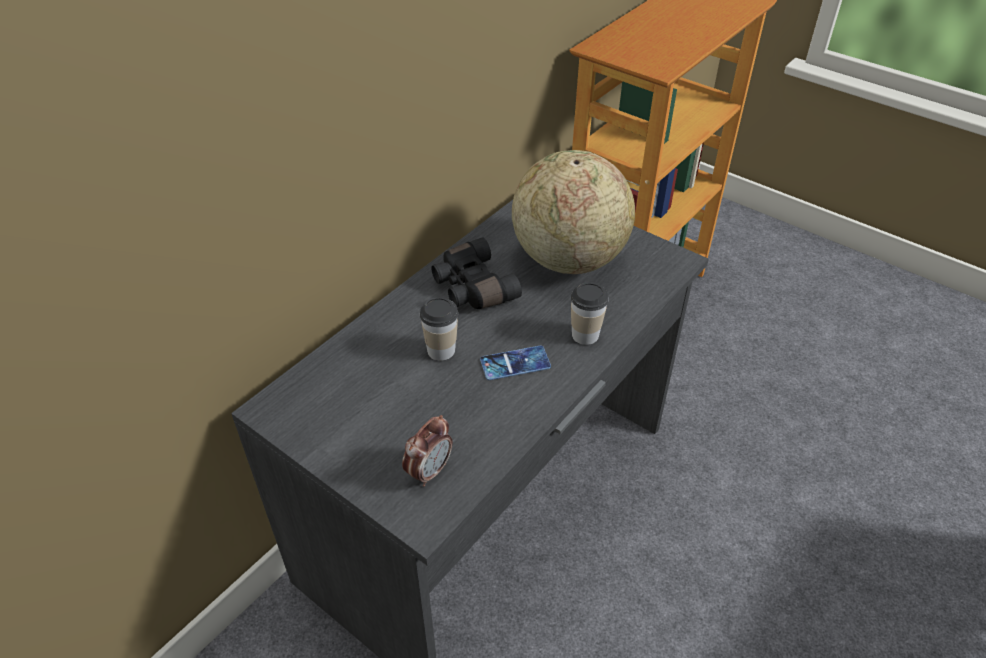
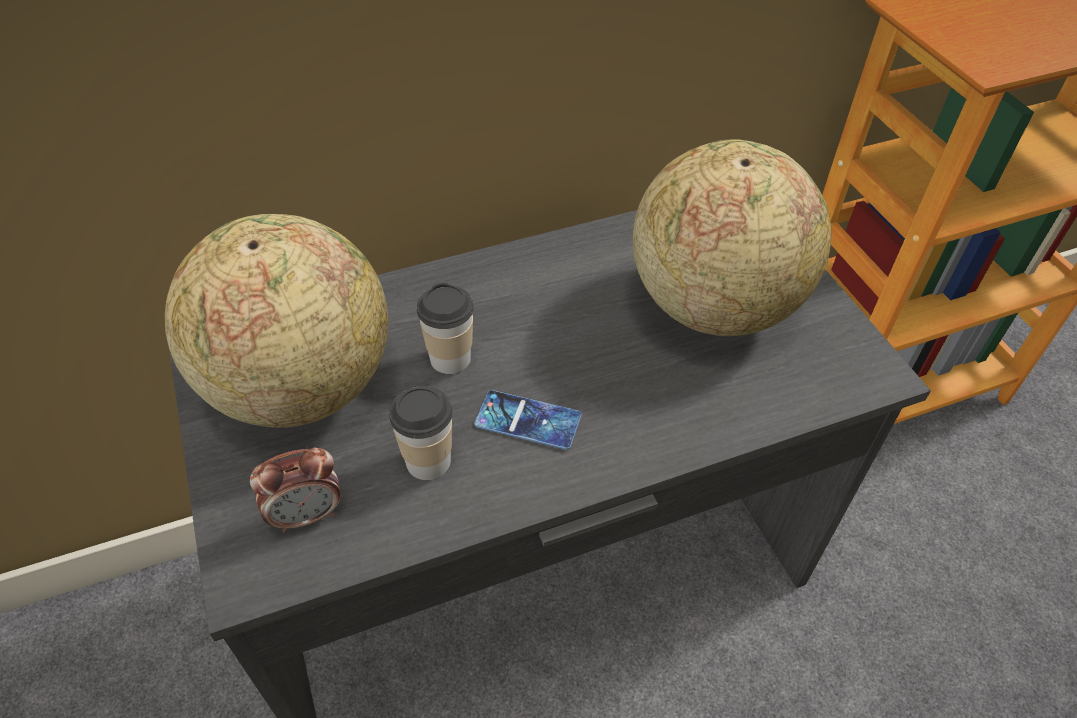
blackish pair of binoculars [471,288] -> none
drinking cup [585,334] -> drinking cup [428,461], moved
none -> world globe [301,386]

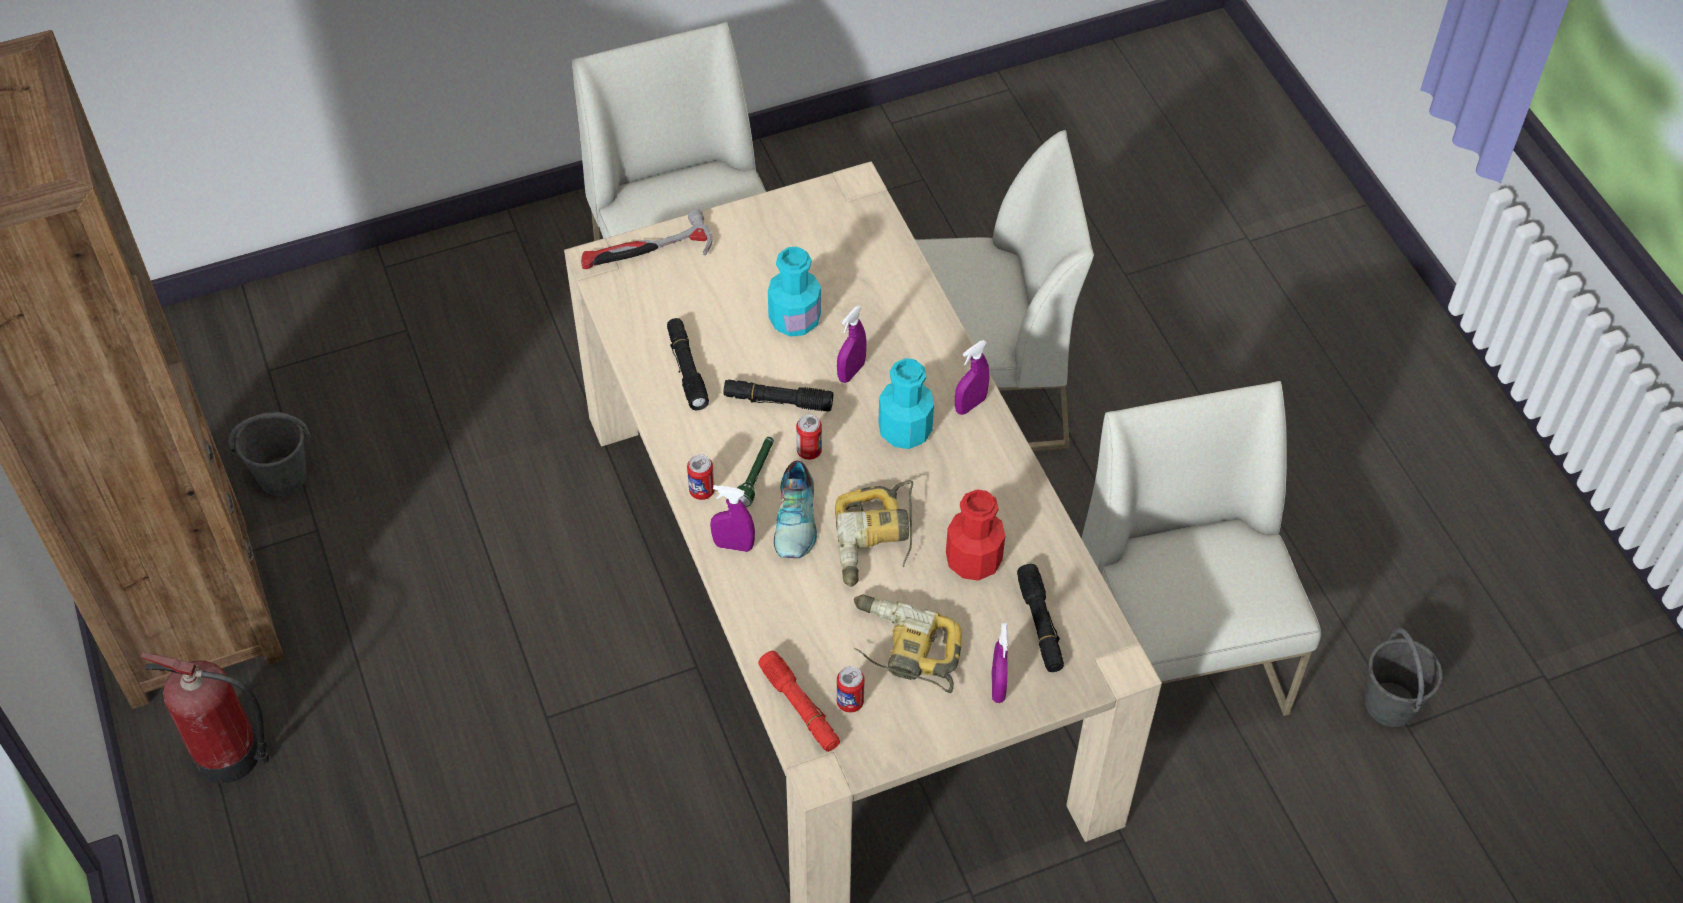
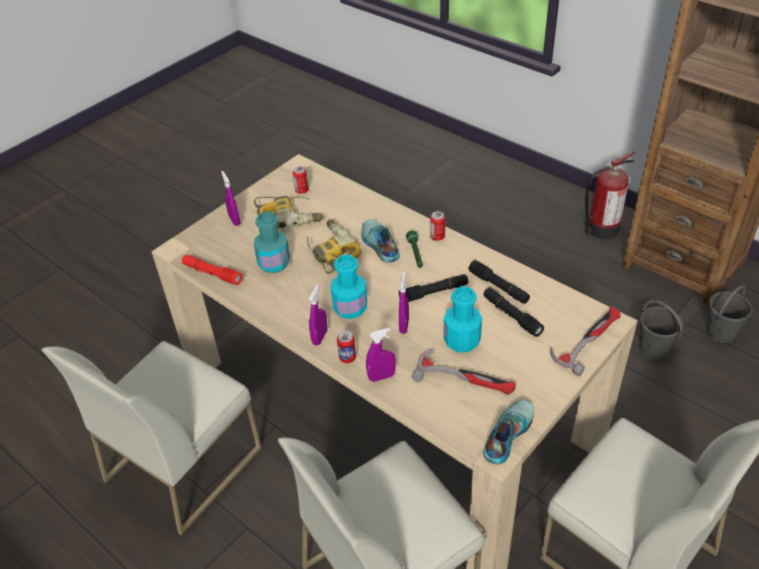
purple hand sprayer [733,545] -> purple hand sprayer [381,377], moved
red hand torch [799,707] -> red hand torch [212,273], moved
sealed can [809,451] -> sealed can [347,358], moved
red drink bottle [973,560] -> turquoise-coloured drink bottle [274,263]
blackish hand torch [1040,624] -> blackish hand torch [511,316], moved
white chair [1180,653] -> white chair [183,462], 75 degrees clockwise
gray bucket [1390,705] -> gray bucket [653,347], moved
none -> hammer [465,377]
none -> shoe [506,434]

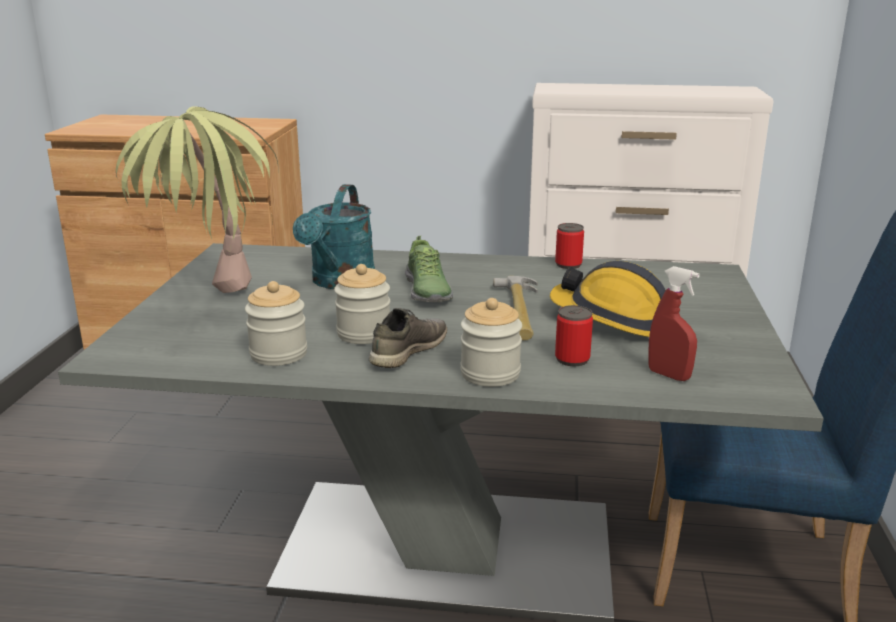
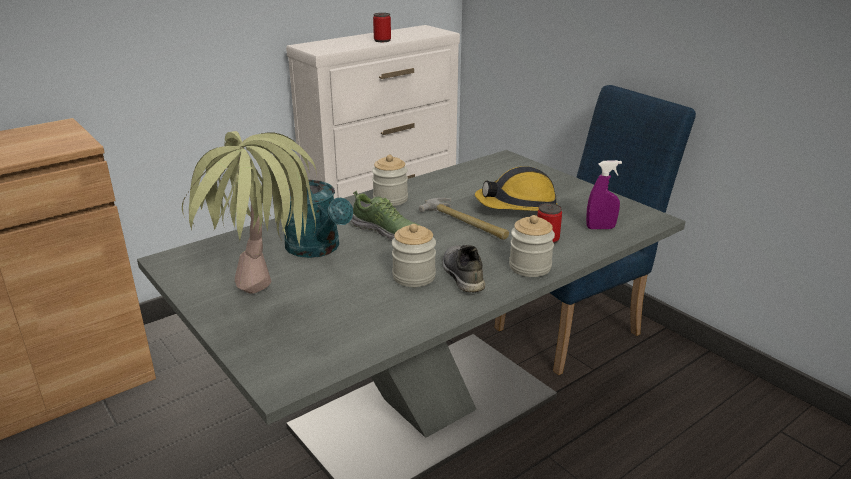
storage jar [278,354] -> storage jar [390,199], moved
sealed can [568,265] -> sealed can [382,40], moved
red hand sprayer [669,375] -> purple hand sprayer [600,228]

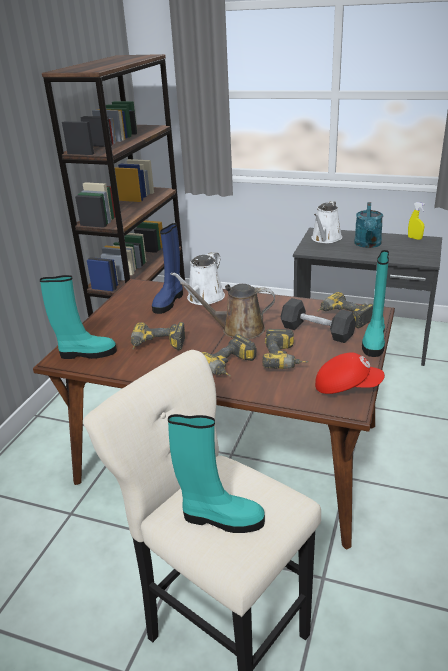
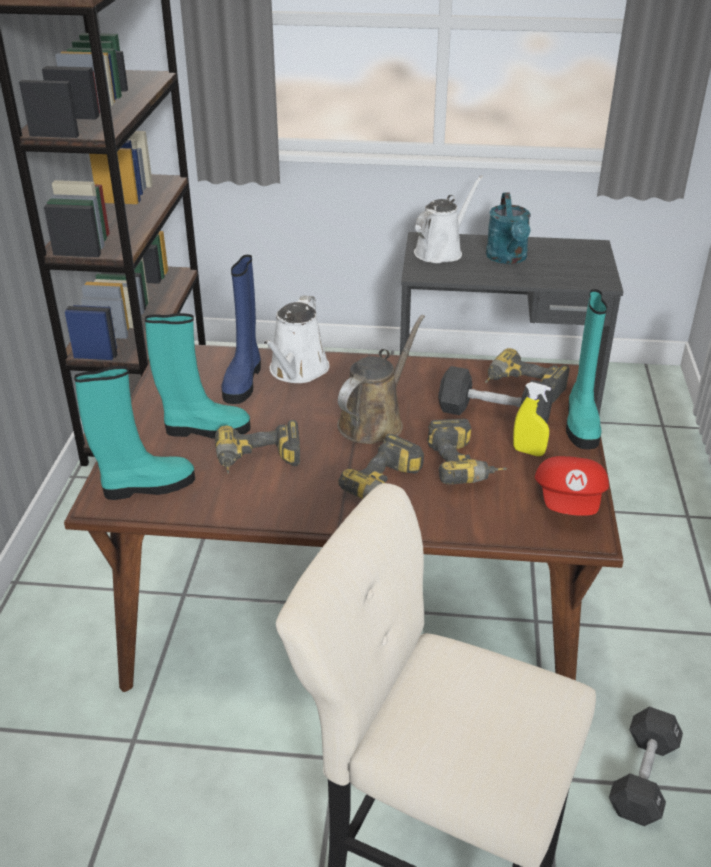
turquoise-coloured tall boot [220,518] -> turquoise-coloured tall boot [205,429], moved
brownish watering pot [238,329] -> brownish watering pot [374,421], 135 degrees clockwise
white watering pot [325,239] -> white watering pot [441,251], 150 degrees counterclockwise
red baseball cap [346,386] -> red baseball cap [570,501], 105 degrees clockwise
yellow-coloured hand sprayer [414,238] -> yellow-coloured hand sprayer [528,452], moved
none -> blackish dumbbell [643,777]

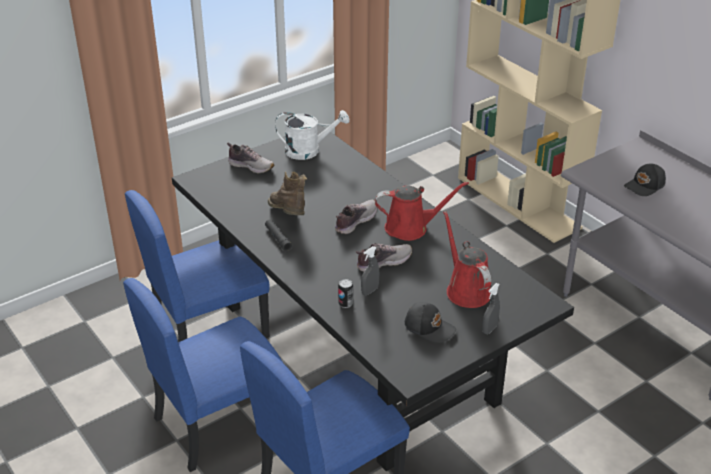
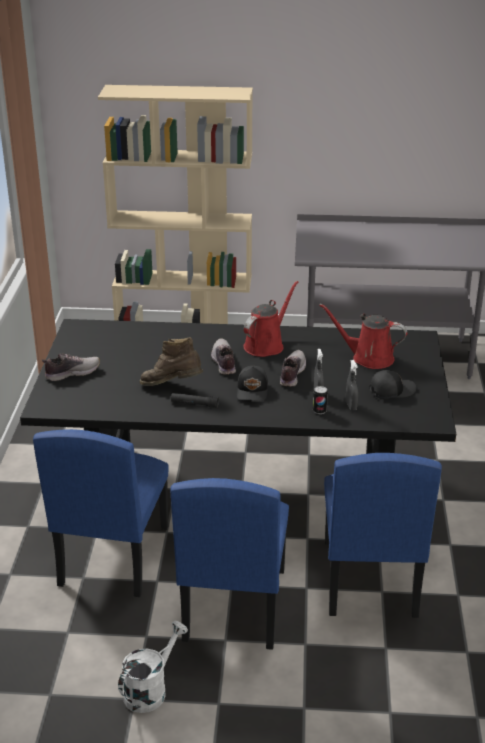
white watering pot [309,151] -> white watering pot [150,689], moved
gray hand sprayer [489,329] -> gray hand sprayer [351,406], moved
blackish baseball cap [645,186] -> blackish baseball cap [253,391], moved

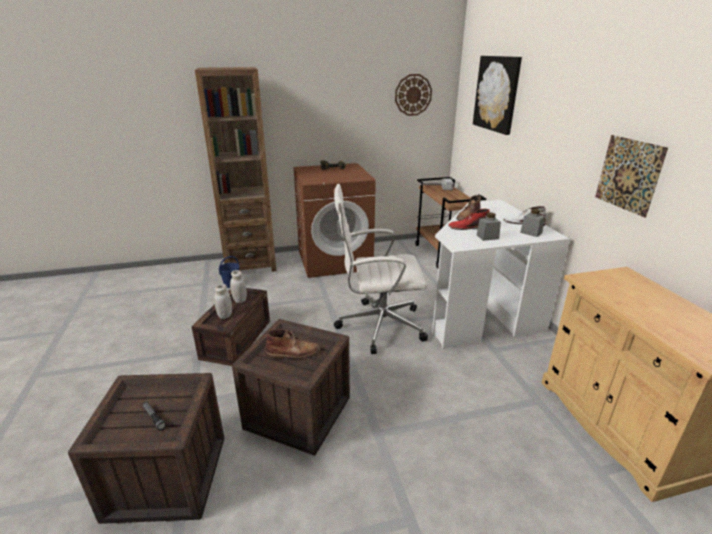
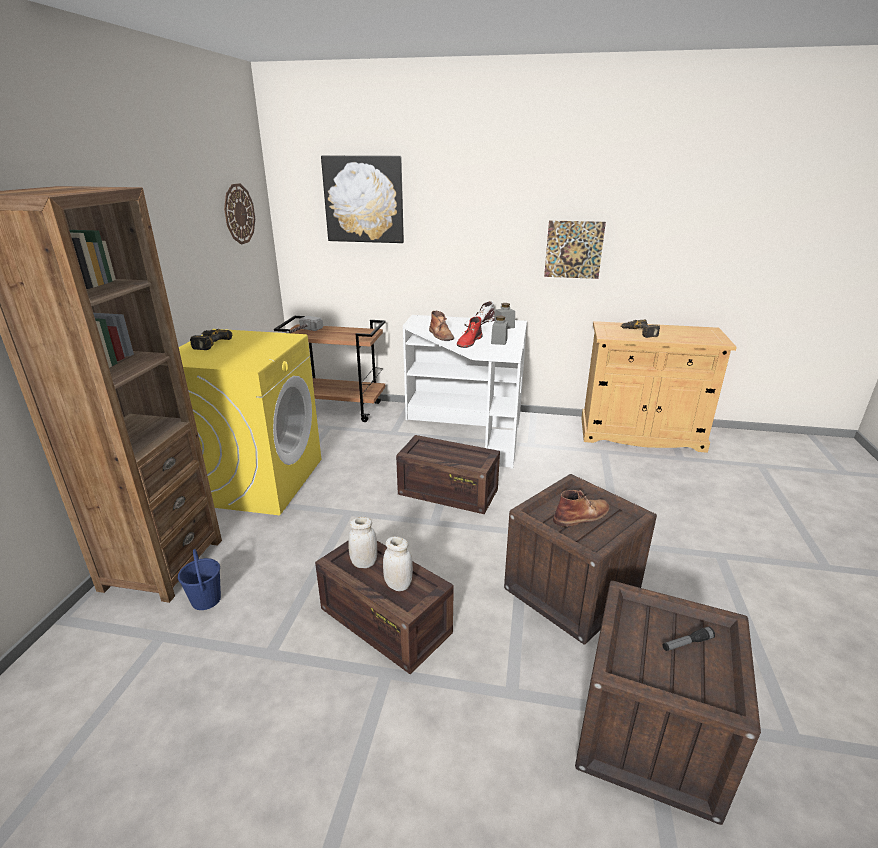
brownish tall boot [293,352] -> brownish tall boot [582,516], 45 degrees clockwise
brownish washing machine [335,260] -> yellow-coloured washing machine [258,480]
white office chair [378,325] -> shipping crate [446,492]
none -> drill [638,332]

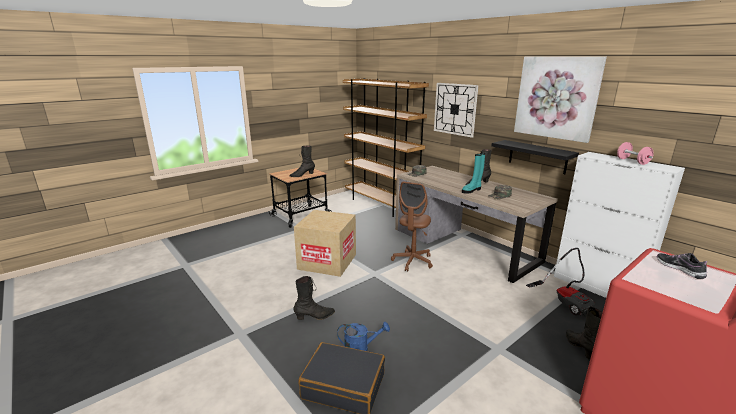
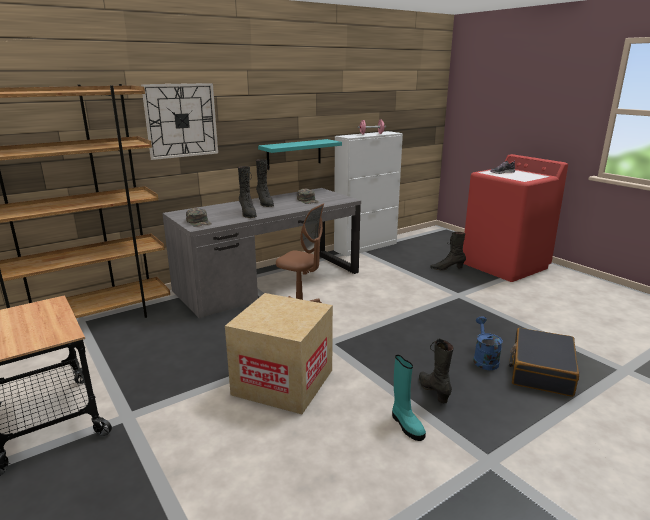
blackish tall boot [302,175] -> blackish tall boot [248,214], moved
brownish desk table [463,245] -> gray desk table [269,282]
turquoise-coloured tall boot [471,190] -> turquoise-coloured tall boot [406,425], moved
blackish bracket shelf [537,156] -> turquoise-coloured bracket shelf [294,154]
picture [556,98] -> none
hoover [565,301] -> none

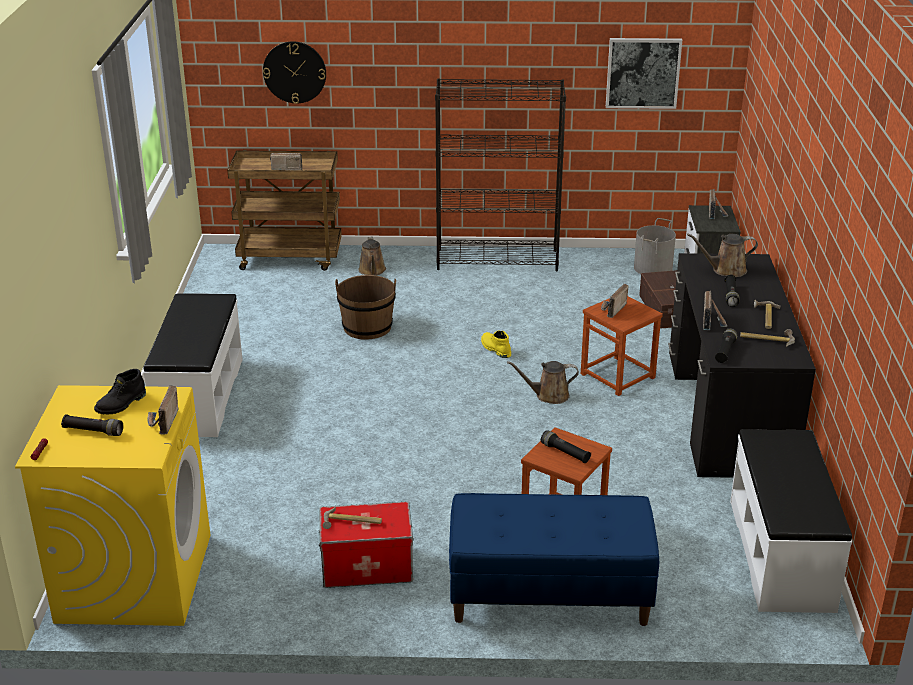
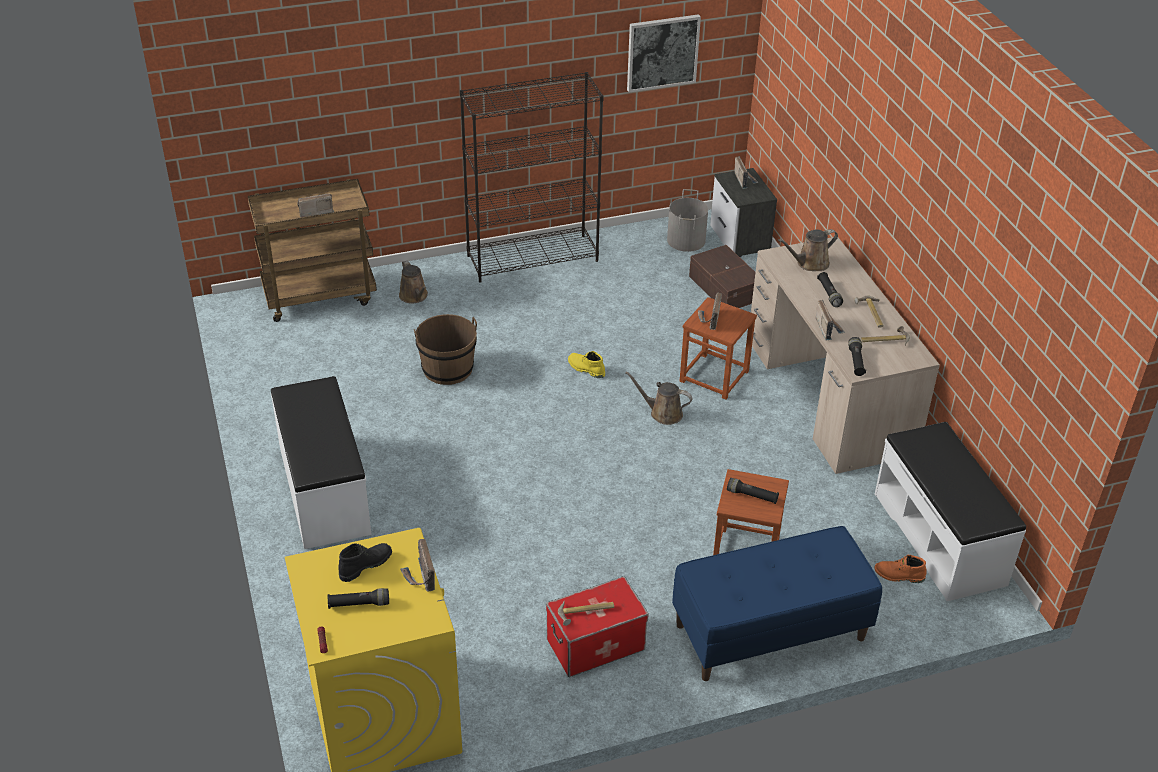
blackish tall boot [121,404] -> blackish tall boot [365,565], 150 degrees counterclockwise
clock on the wall [294,72] -> none
brownish watering pot [548,395] -> brownish watering pot [663,413], 45 degrees clockwise
blackish desk table [727,411] -> beige-coloured desk table [828,395]
none -> orange-coloured tall boot [899,576]

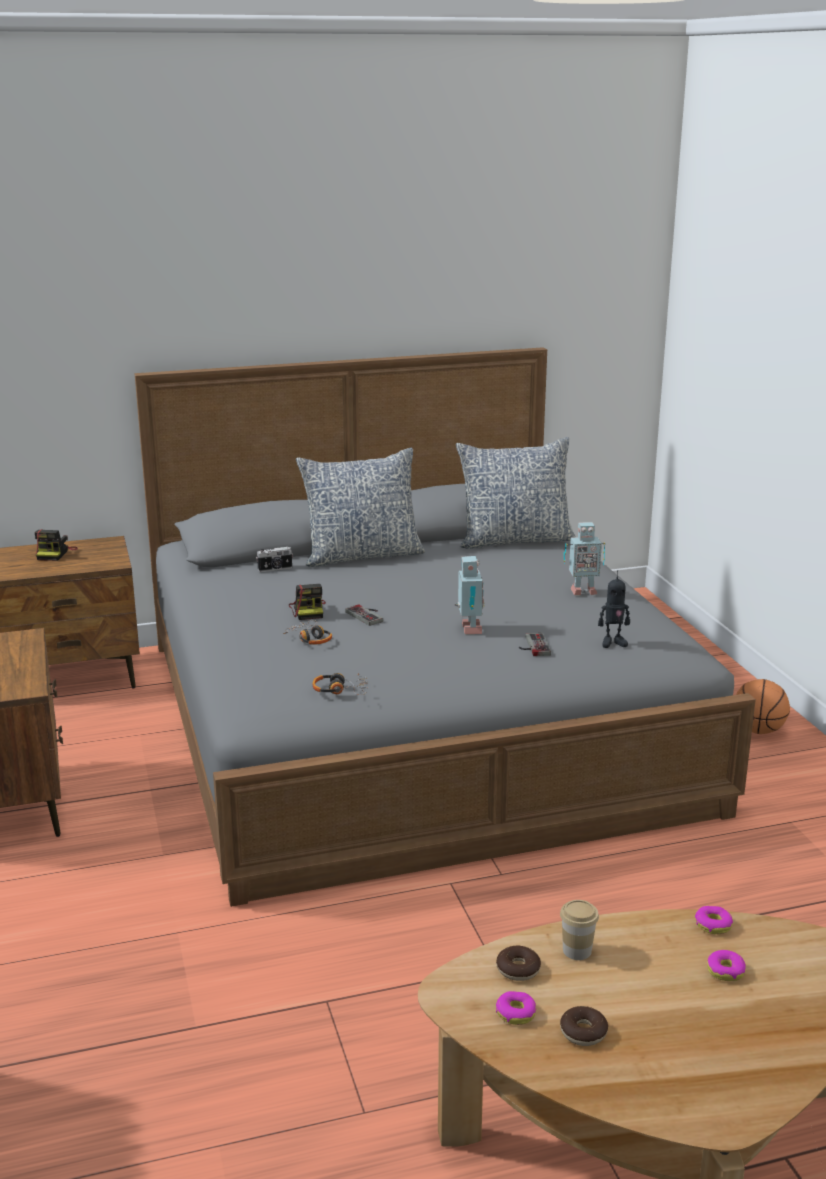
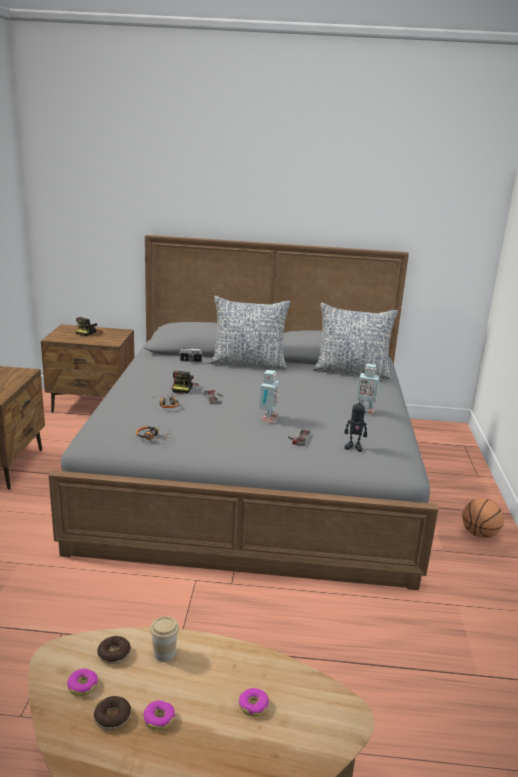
doughnut [713,925] -> doughnut [159,719], moved

